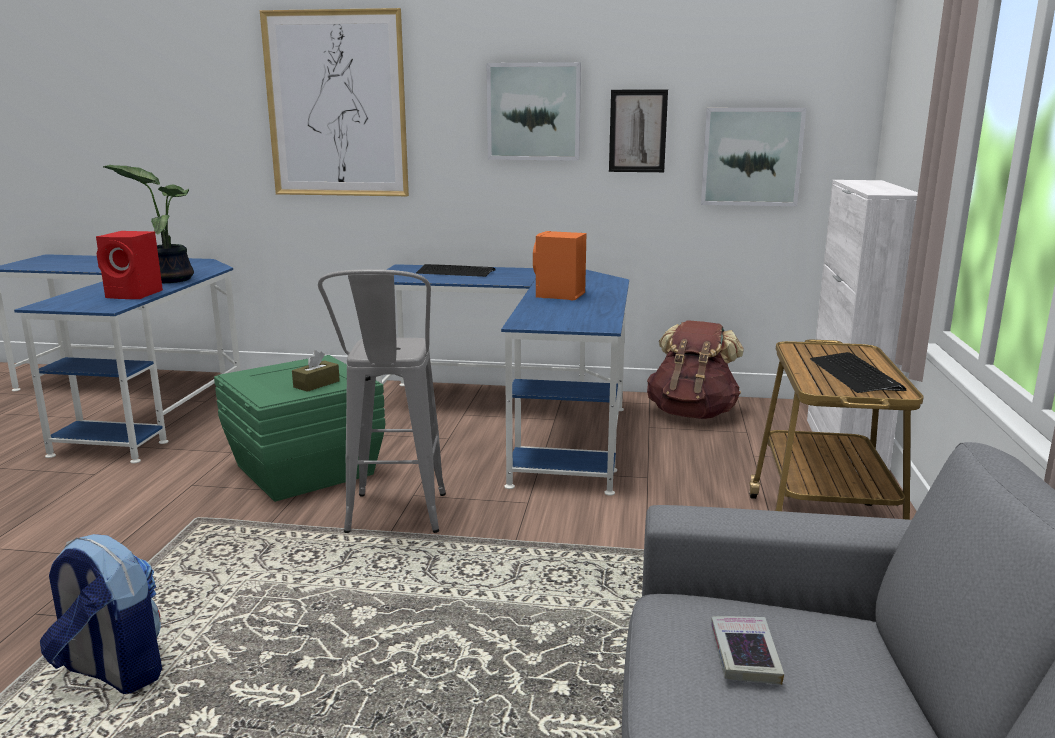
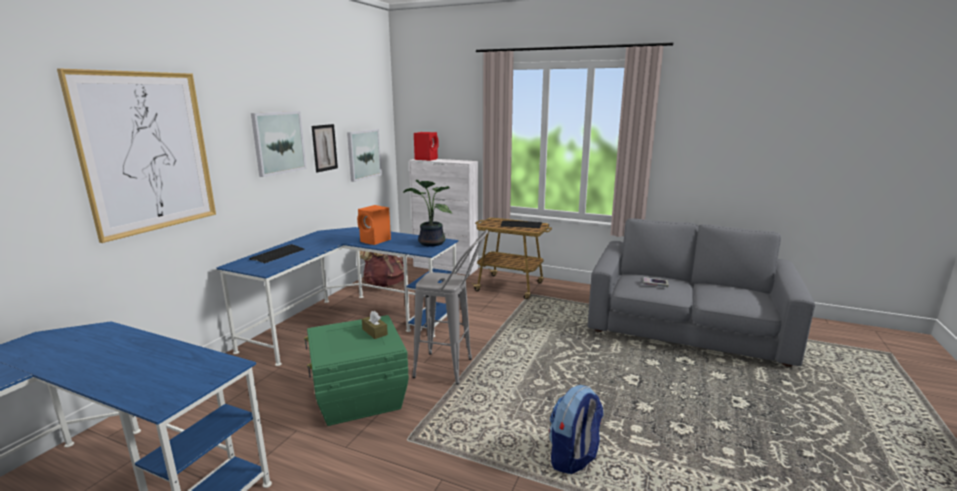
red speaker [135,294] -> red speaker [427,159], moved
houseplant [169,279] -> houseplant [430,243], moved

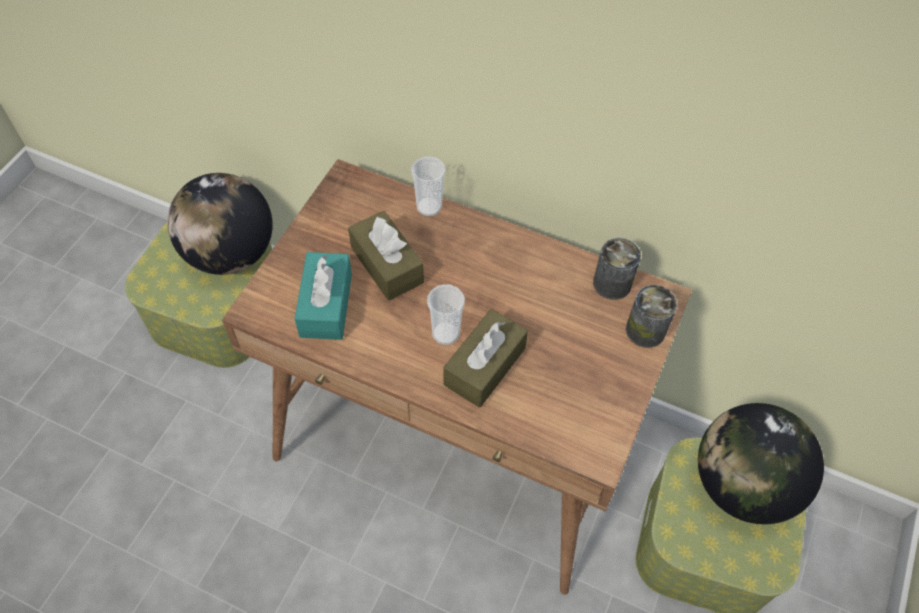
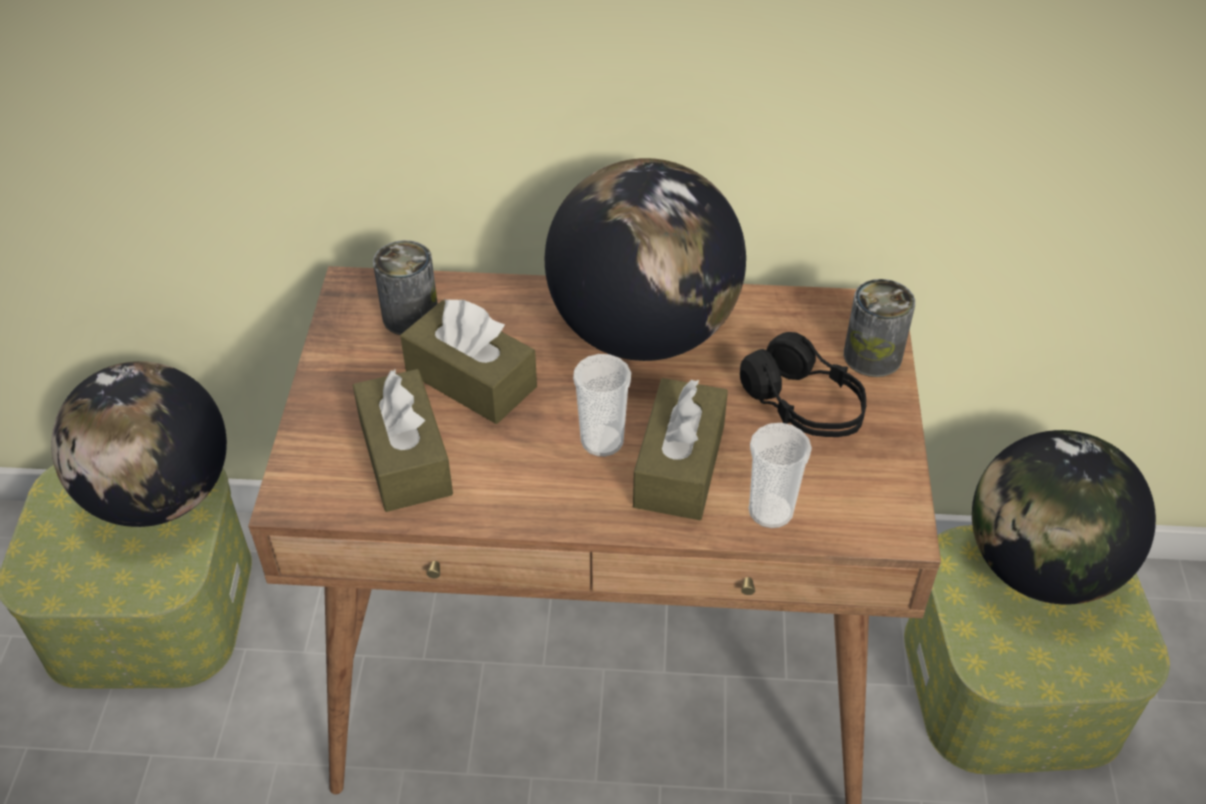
turquoise-coloured tissue holder [326,305] -> brownish tissue holder [405,457]
drinking cup [429,207] -> drinking cup [770,511], moved
sealed can [612,283] -> sealed can [410,316], moved
none -> world globe [643,331]
none -> blackish pair of headphones [804,406]

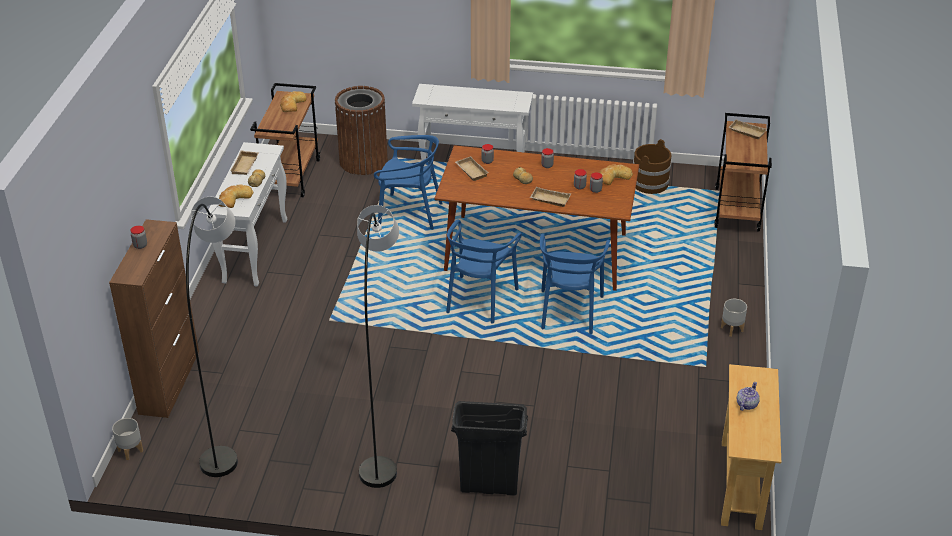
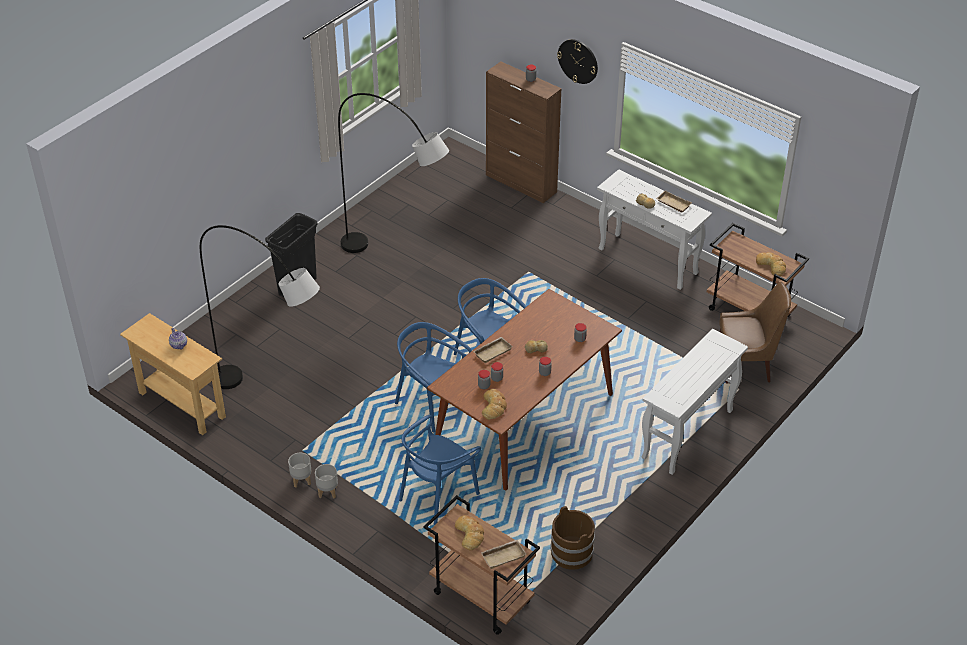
gray flower pot [130,451] -> gray flower pot [301,480], moved
gray floor lamp [228,413] -> gray floor lamp [274,398], moved
baked bread [234,198] -> baked bread [470,534], moved
brownish rubbish bin [363,161] -> brownish chair [746,365]
blue-coloured chair [409,213] -> blue-coloured chair [438,494], moved
beige-coloured serving tray [470,171] -> none
none -> clock on the wall [578,61]

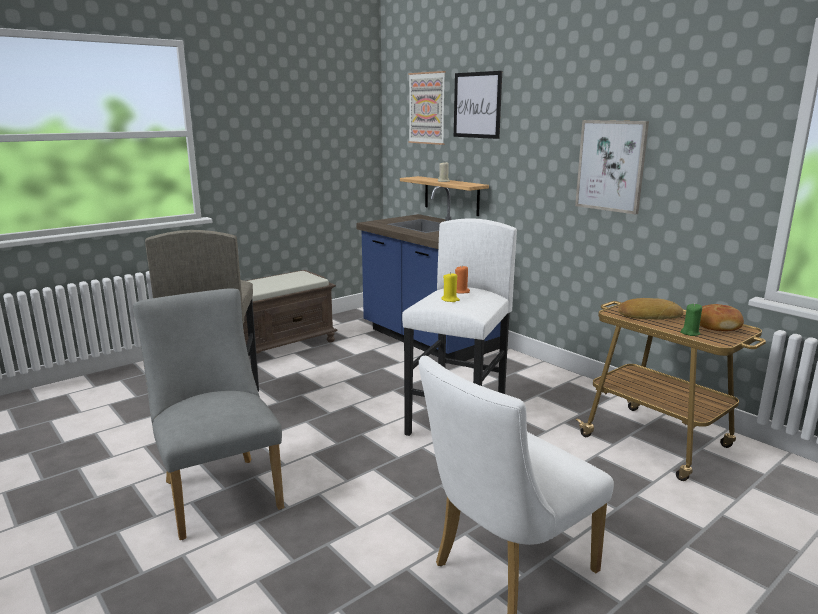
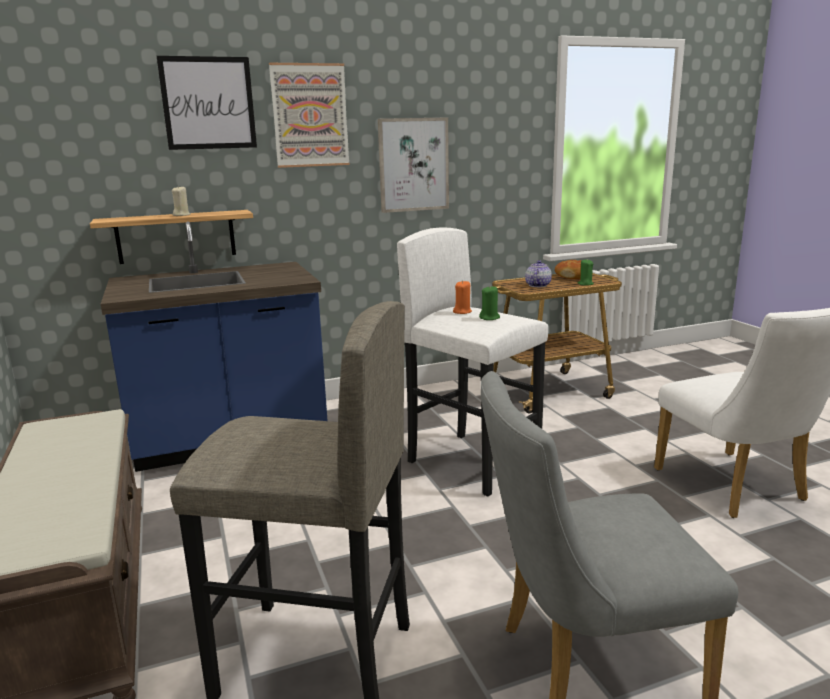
picture [427,108] -> picture [310,115], moved
yellow-coloured wax light [450,300] -> greenish wax light [489,318]
baked bread [648,315] -> tea pot [537,285]

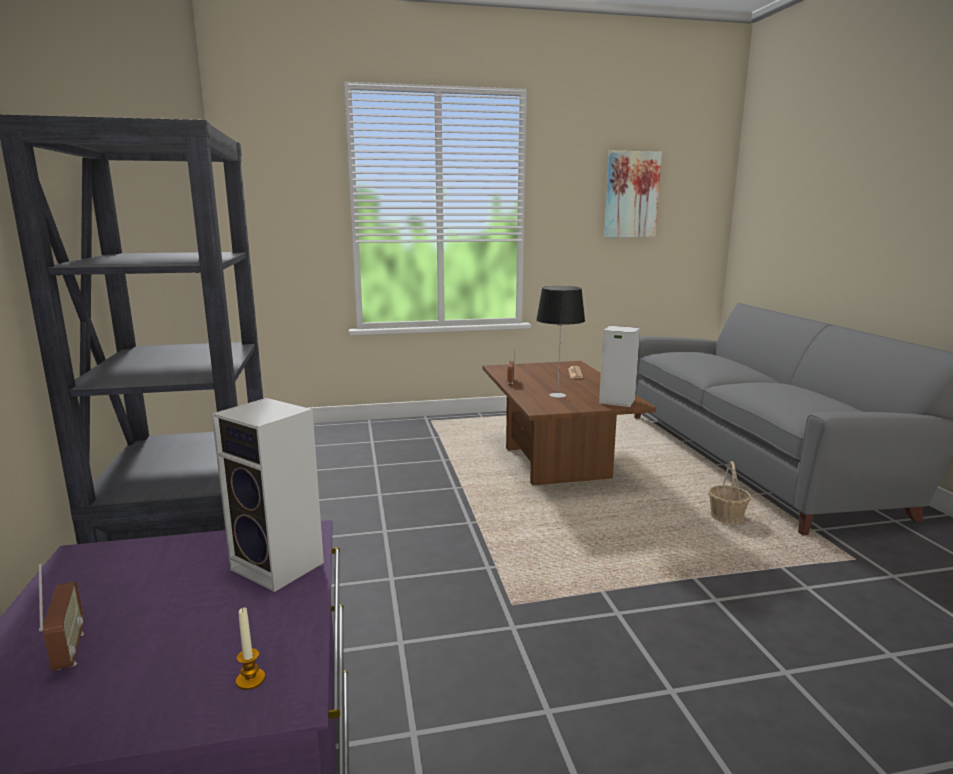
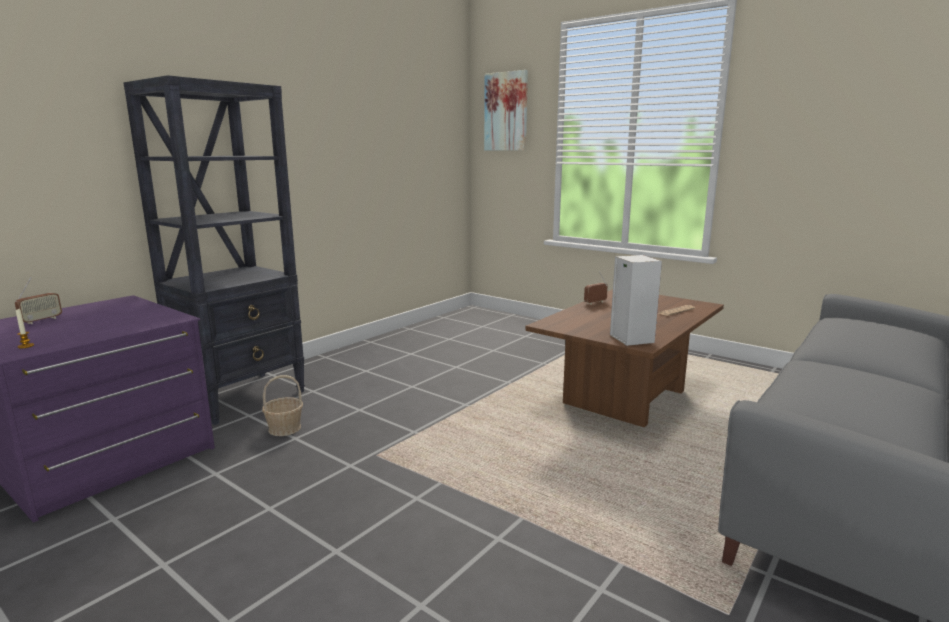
speaker [281,566] -> none
lamp for a table [557,395] -> none
picture [631,195] -> picture [506,112], moved
household basket [726,517] -> household basket [284,428], moved

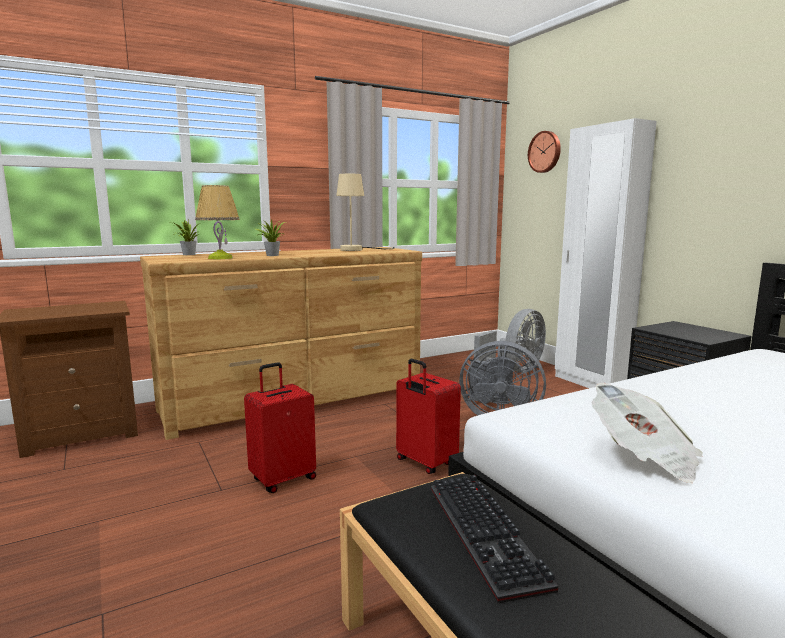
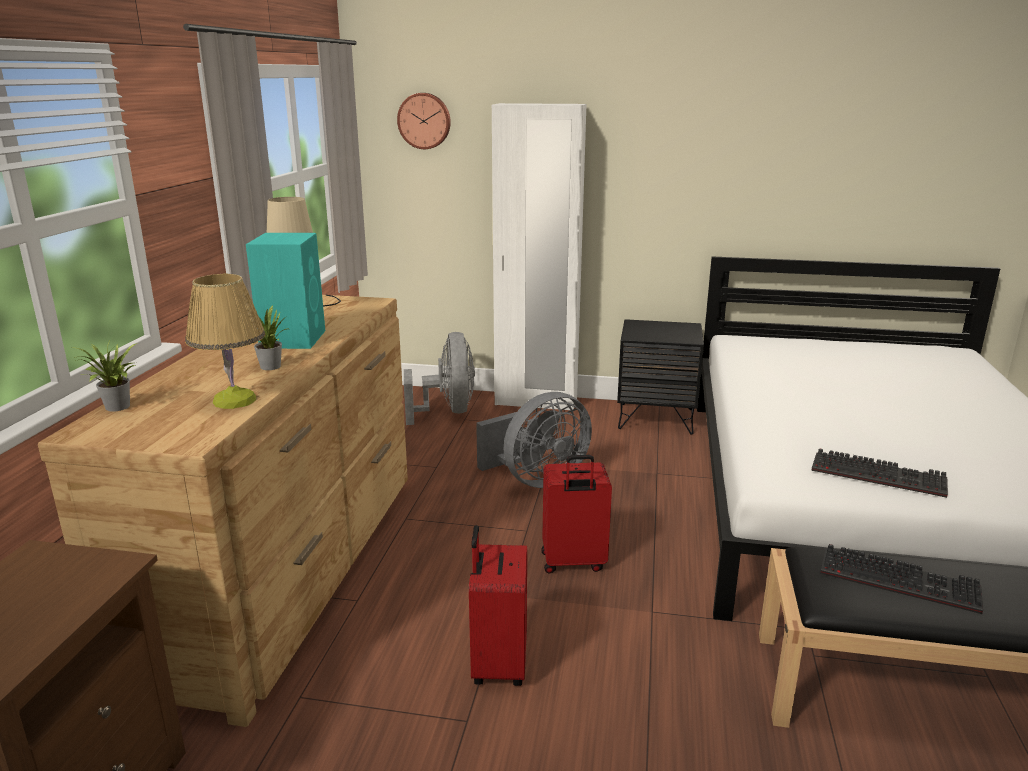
newspaper [644,457] -> keyboard [880,475]
none -> turquoise-coloured speaker [293,338]

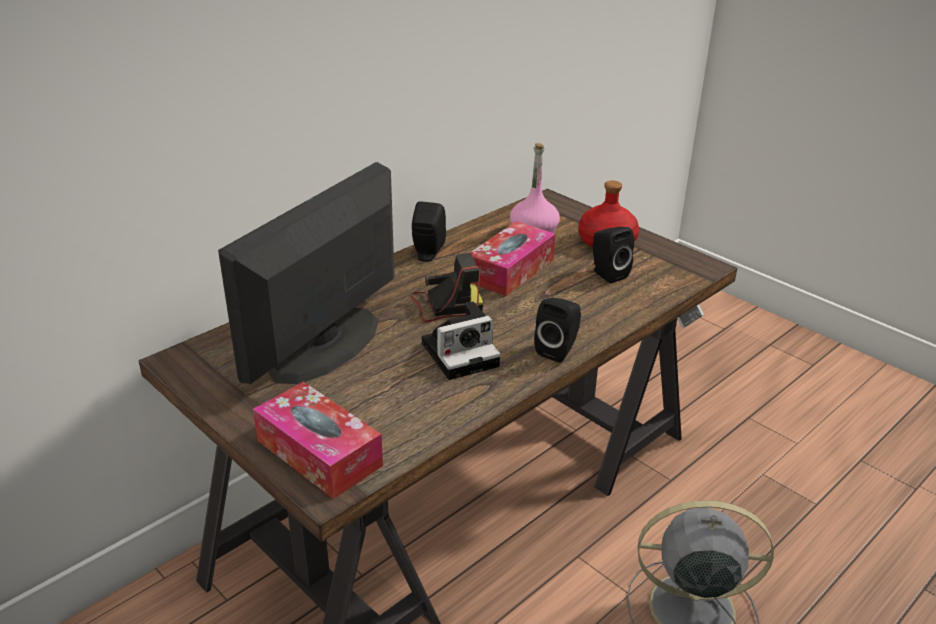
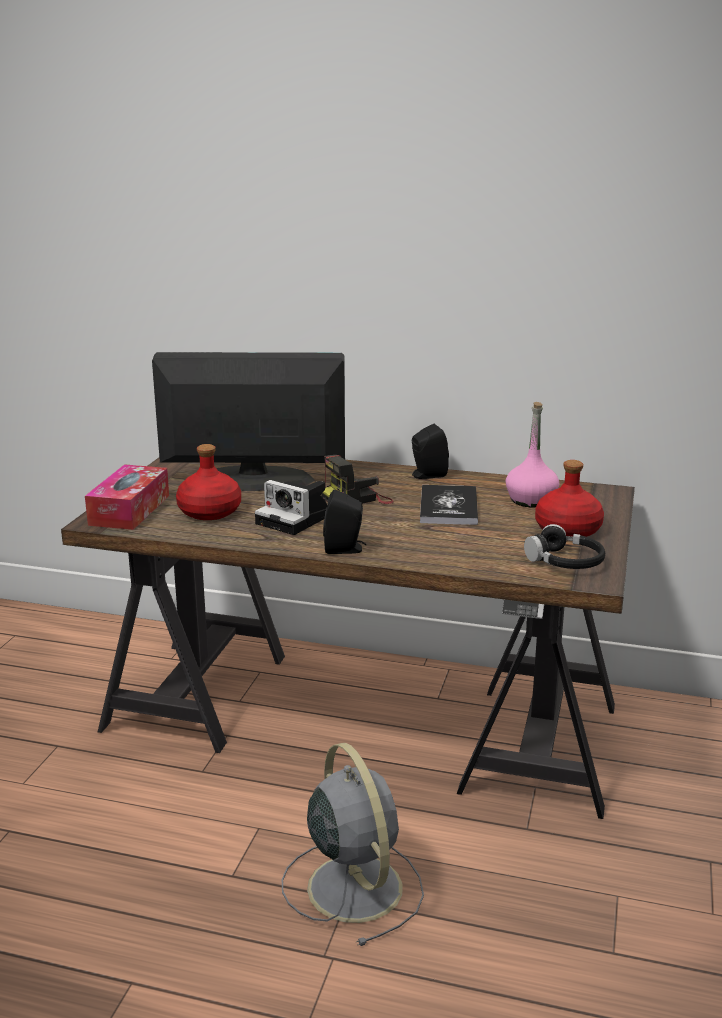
photo camera [445,306] -> photo camera [356,499], 105 degrees clockwise
tissue holder [510,270] -> volume [448,507]
blackish speaker [607,274] -> none
none -> red drink bottle [210,512]
none -> blackish pair of headphones [565,561]

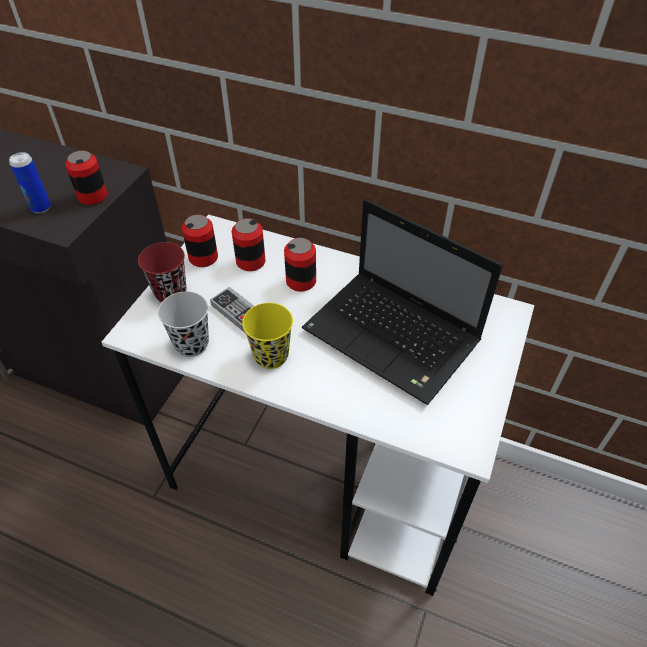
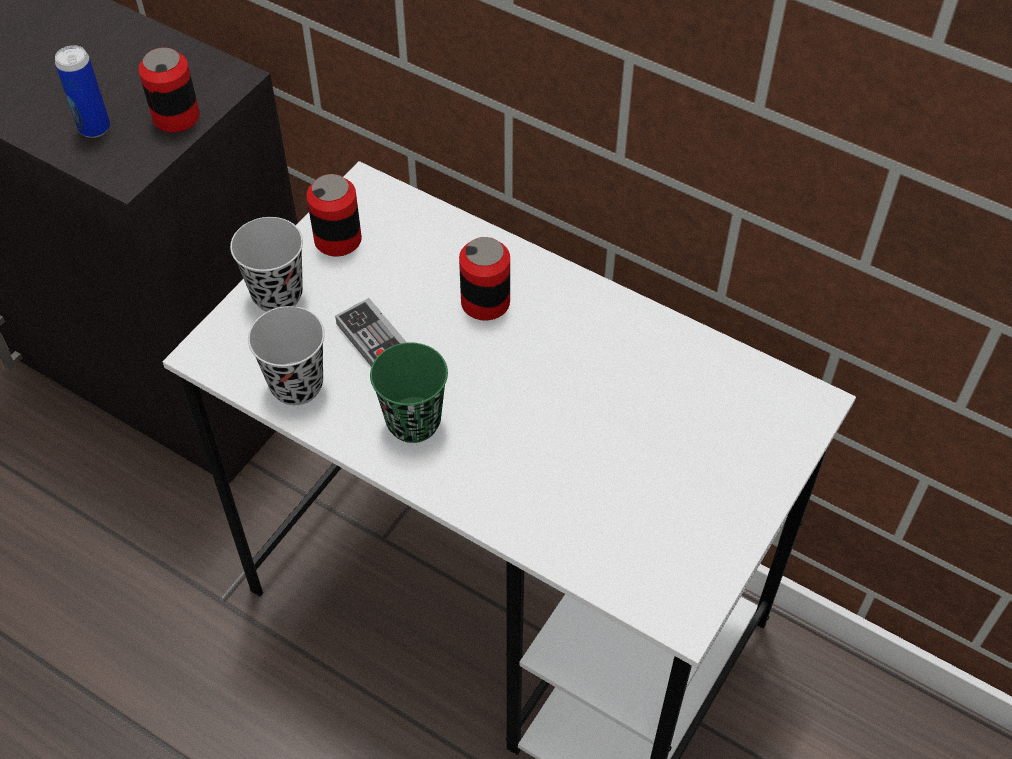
red drinking cup [170,293] -> blackish drinking cup [277,294]
sealed can [250,261] -> none
yellow-coloured drinking cup [271,356] -> greenish drinking cup [413,421]
portable computer [394,338] -> none

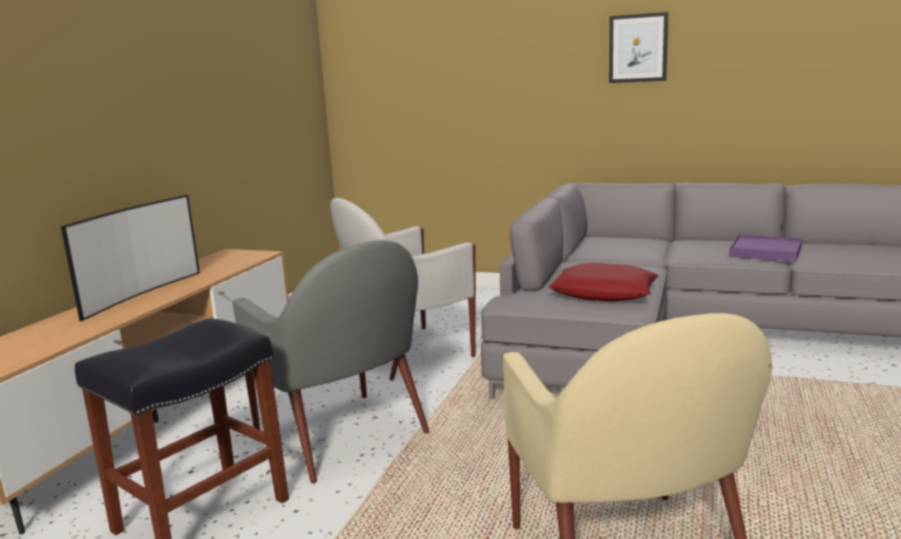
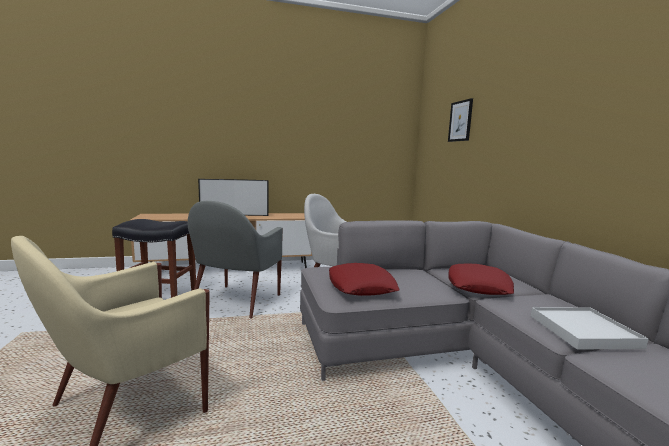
picture [638,48] -> picture [460,121], moved
purple serving tray [766,252] -> white serving tray [583,331]
none -> red cushion [478,286]

